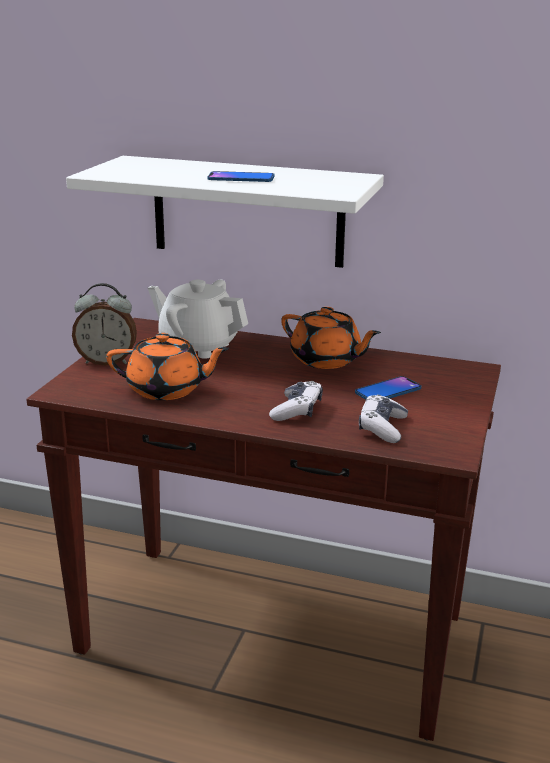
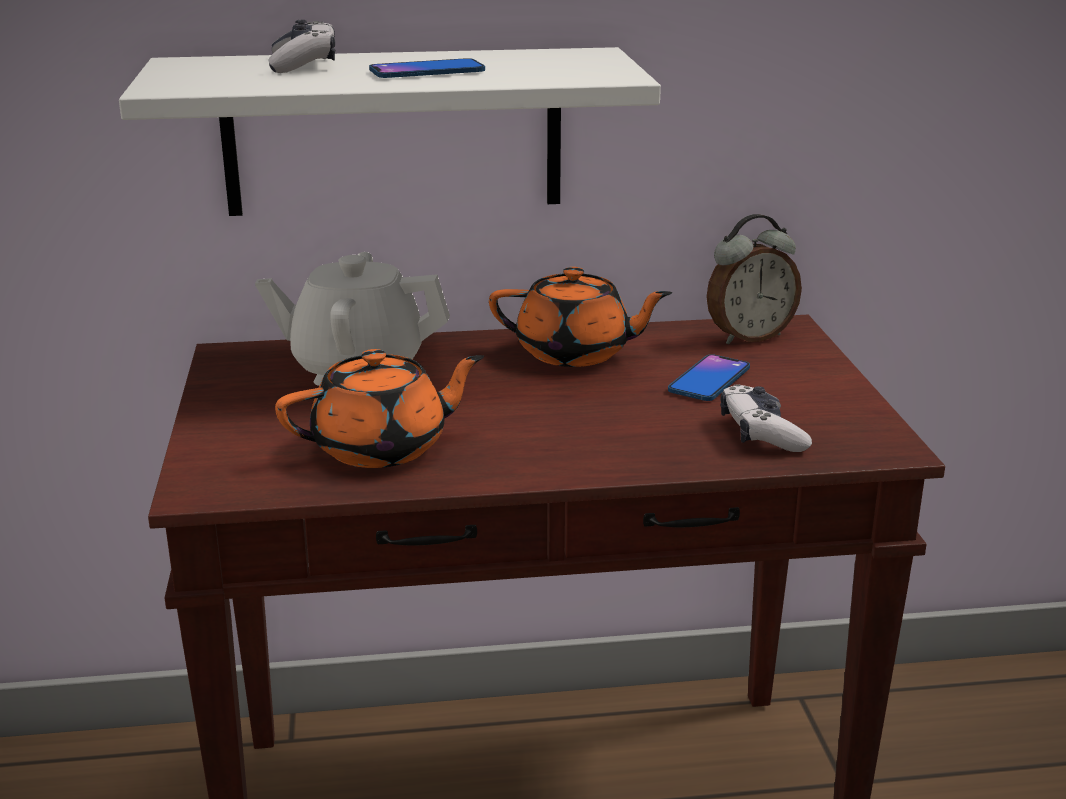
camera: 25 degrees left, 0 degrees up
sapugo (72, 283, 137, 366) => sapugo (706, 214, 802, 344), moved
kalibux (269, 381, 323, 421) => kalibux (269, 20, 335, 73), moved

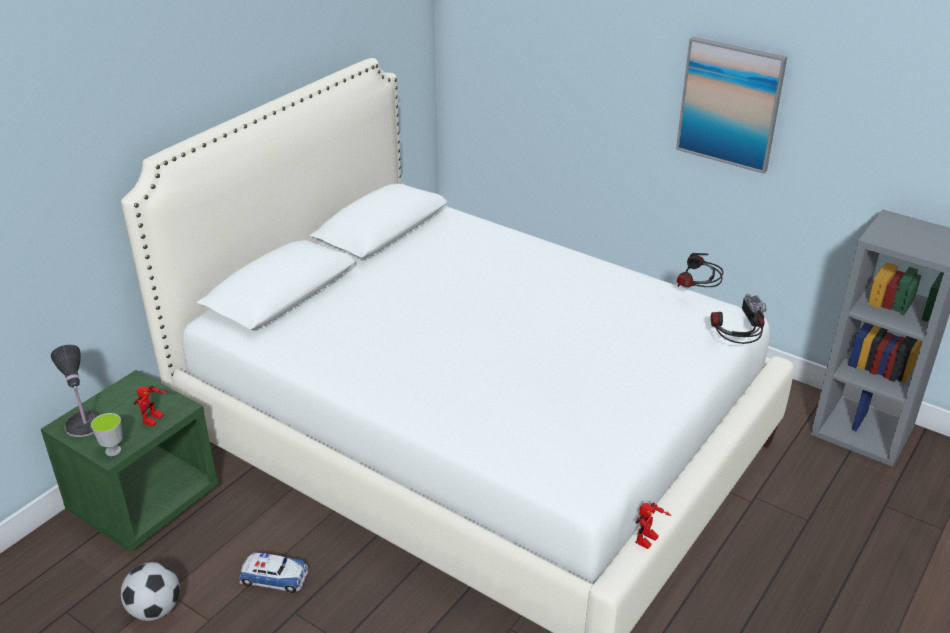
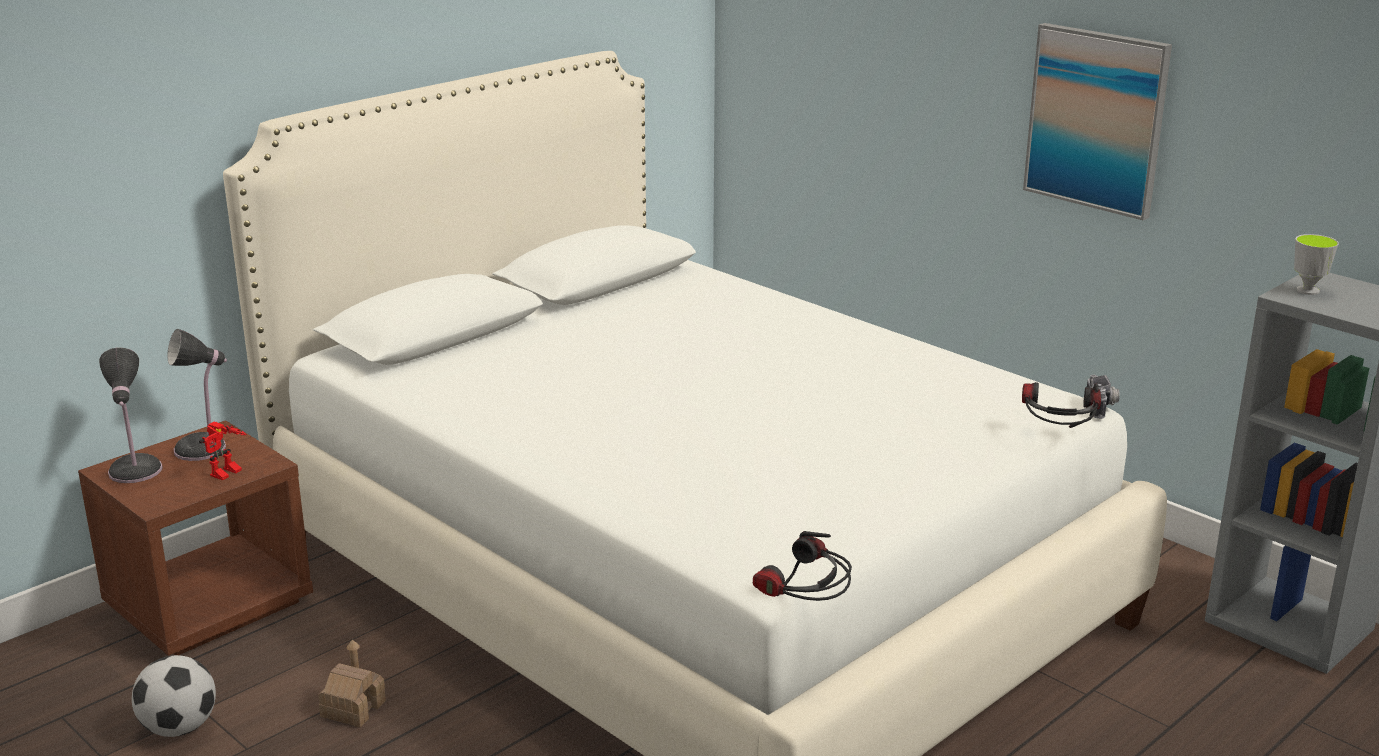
camera: 10 degrees right, 10 degrees down
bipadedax (635, 502, 671, 549) => nothing
nothing => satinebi (167, 329, 227, 461)
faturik (91, 413, 122, 456) => faturik (1294, 234, 1339, 295), moved
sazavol (677, 253, 723, 287) => sazavol (753, 531, 852, 601), moved
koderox (239, 552, 308, 593) => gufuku (318, 640, 386, 728)
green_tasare (41, 370, 219, 552) => brown_tasare (78, 420, 313, 656)

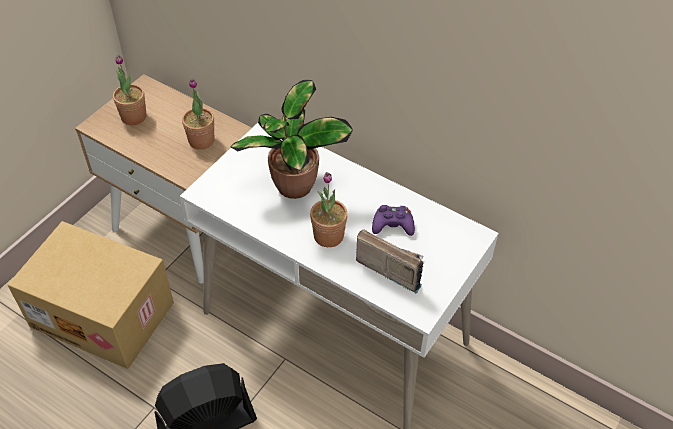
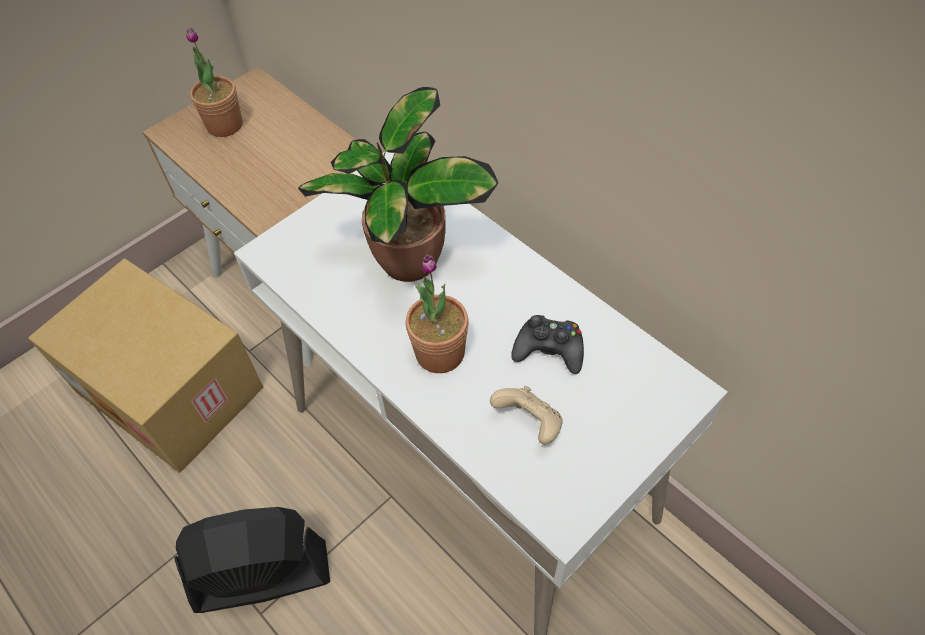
camera: 15 degrees right, 5 degrees up
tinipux (182, 79, 215, 150) => nothing
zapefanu (356, 229, 424, 293) => beige_kalibux (490, 386, 563, 444)
purple_kalibux (372, 205, 415, 236) => black_kalibux (511, 315, 584, 374)

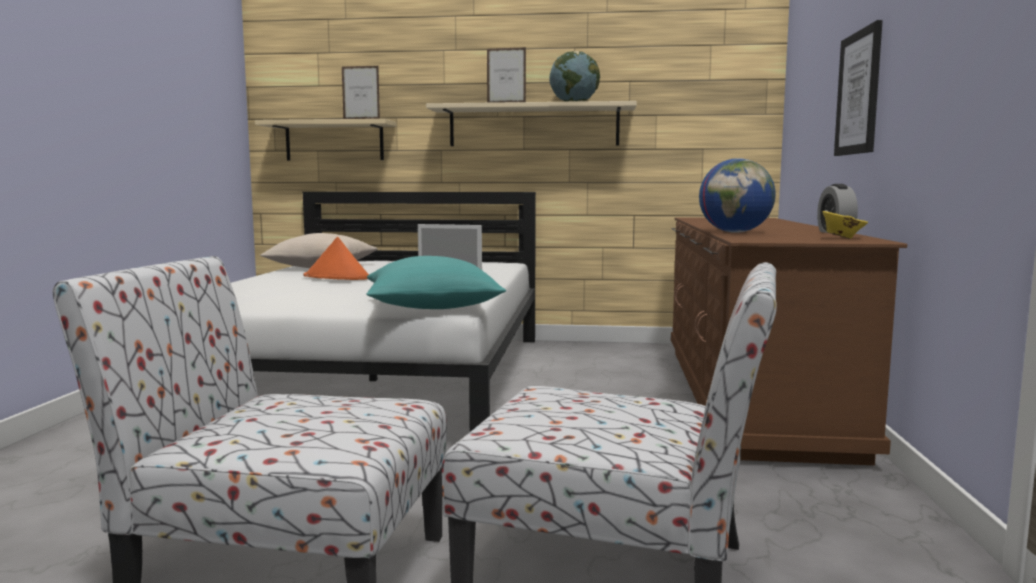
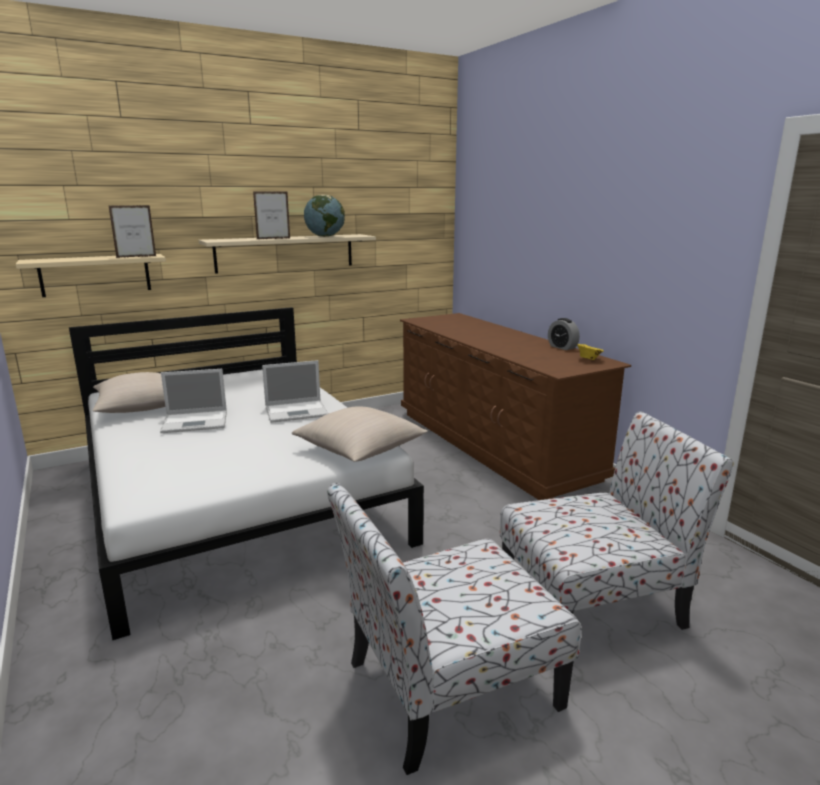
camera: 35 degrees left, 10 degrees up
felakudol (699, 158, 775, 233) => nothing
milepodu (834, 20, 883, 156) => nothing
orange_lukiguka (304, 237, 369, 280) => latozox (160, 369, 227, 433)
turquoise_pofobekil (366, 256, 506, 309) => beige_pofobekil (292, 406, 428, 462)

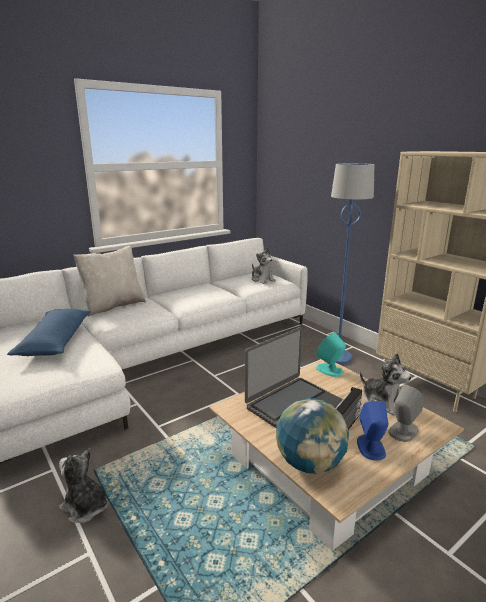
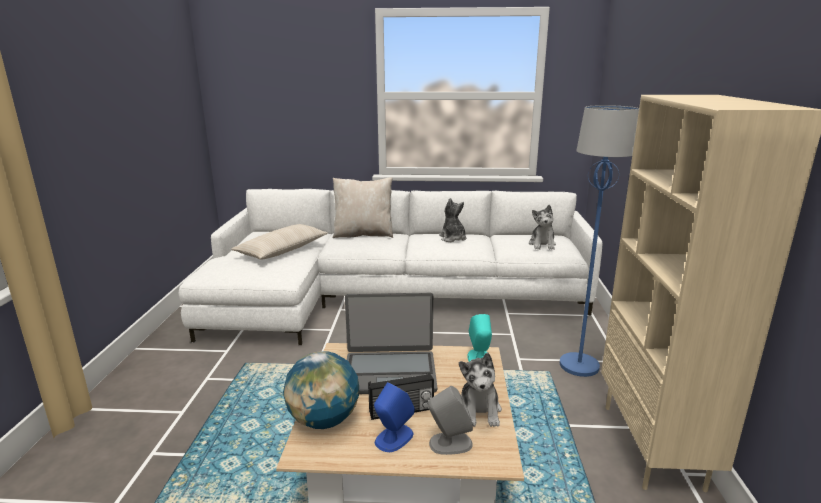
camera: 40 degrees right, 0 degrees up
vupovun (59, 448, 108, 523) => vupovun (439, 198, 466, 242), moved
blue_pofobekil (7, 309, 91, 356) => beige_pofobekil (231, 224, 328, 260)

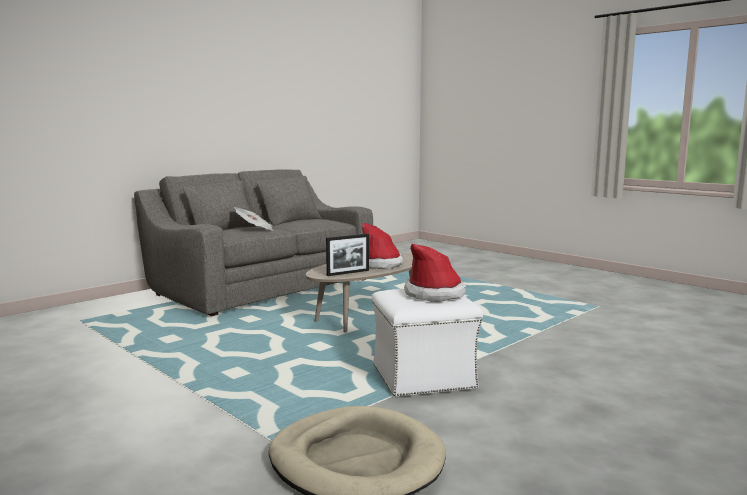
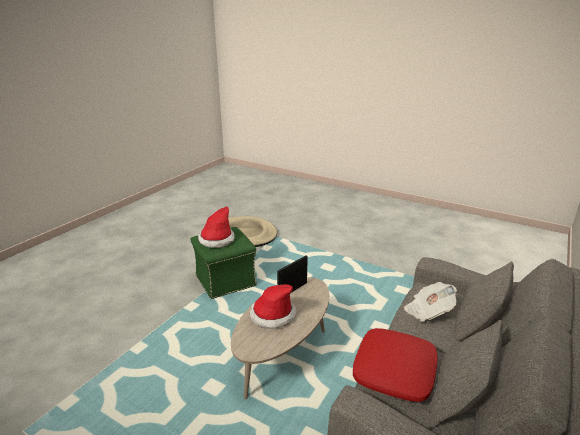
camera: 165 degrees right, 15 degrees up
nothing => red_pofobekil (353, 328, 438, 402)
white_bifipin (372, 289, 483, 397) => green_bifipin (191, 227, 257, 299)

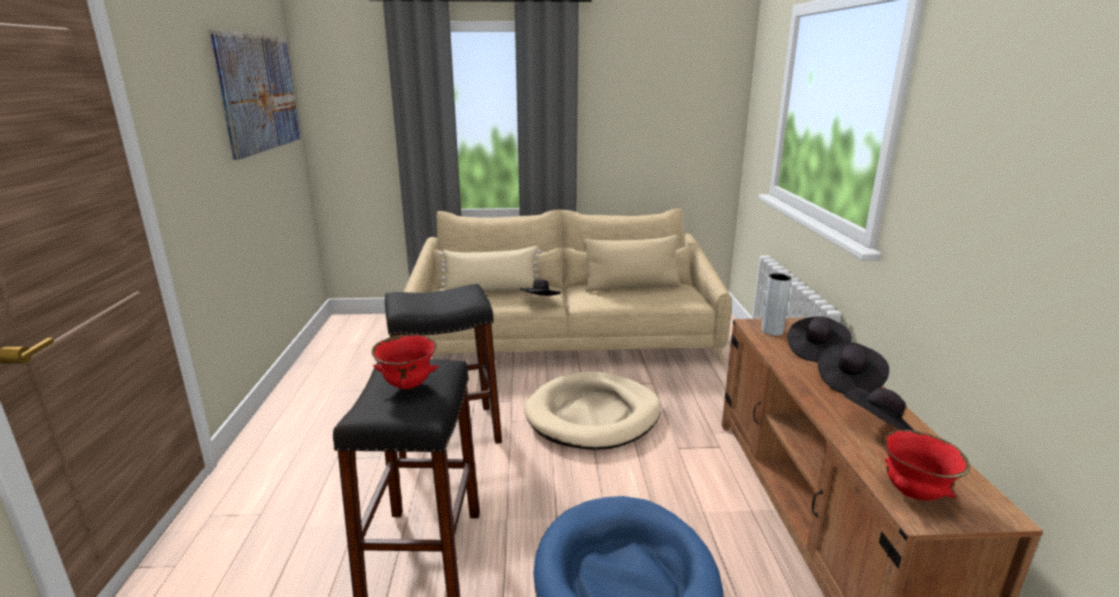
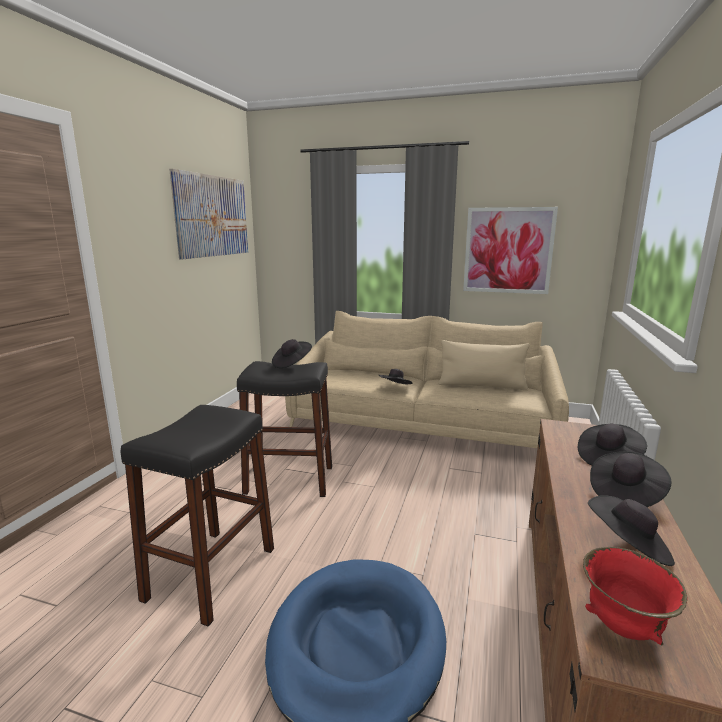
camera: 20 degrees right, 5 degrees down
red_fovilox (372, 334, 438, 389) => nothing
beige_pofobekil (440, 246, 541, 291) => nothing
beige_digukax (524, 371, 661, 450) => nothing
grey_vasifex (761, 273, 792, 336) => nothing
nothing => black_lukiguka (272, 339, 312, 368)
nothing => milepodu (463, 207, 558, 294)

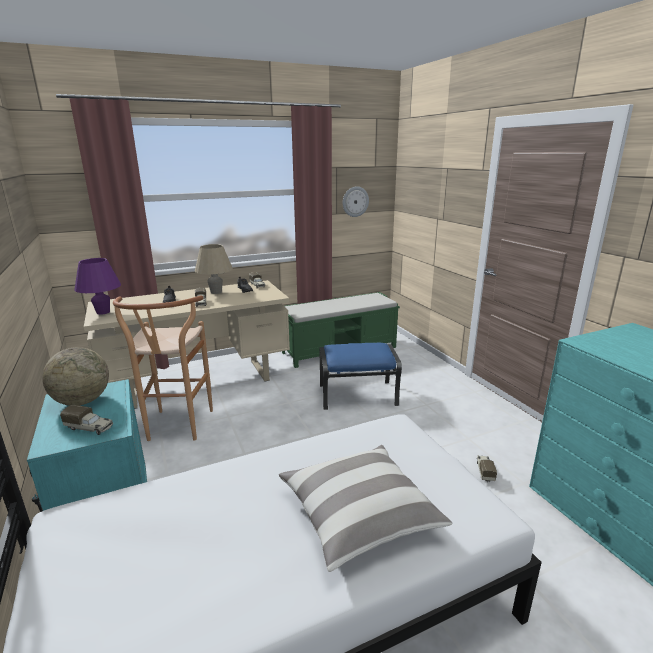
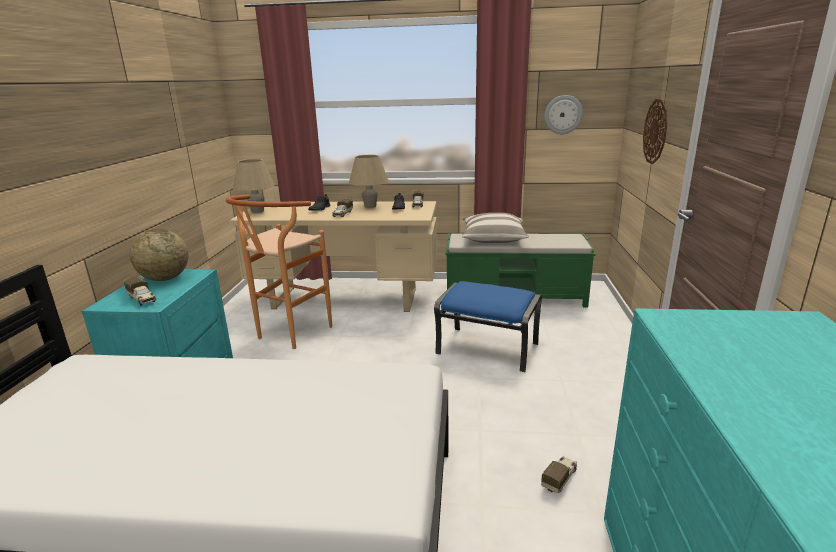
camera: 30 degrees right, 0 degrees up
nothing => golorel (643, 99, 667, 164)
pofobekil (279, 445, 452, 572) => pofobekil (462, 213, 529, 243), moved
purple_satinebi (74, 258, 121, 315) => beige_satinebi (233, 159, 275, 213)

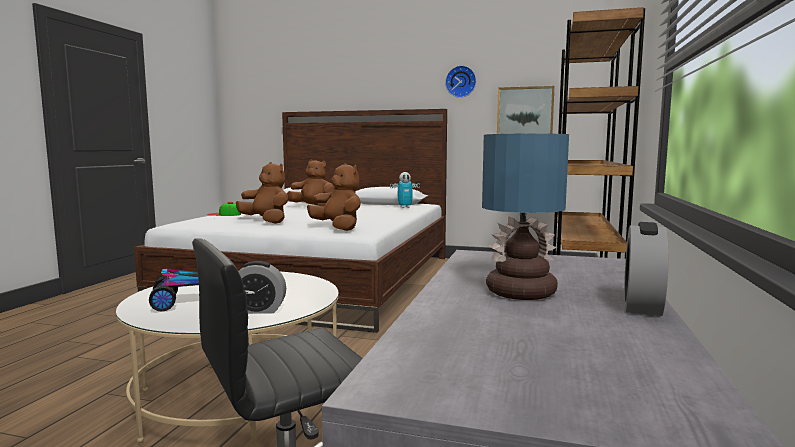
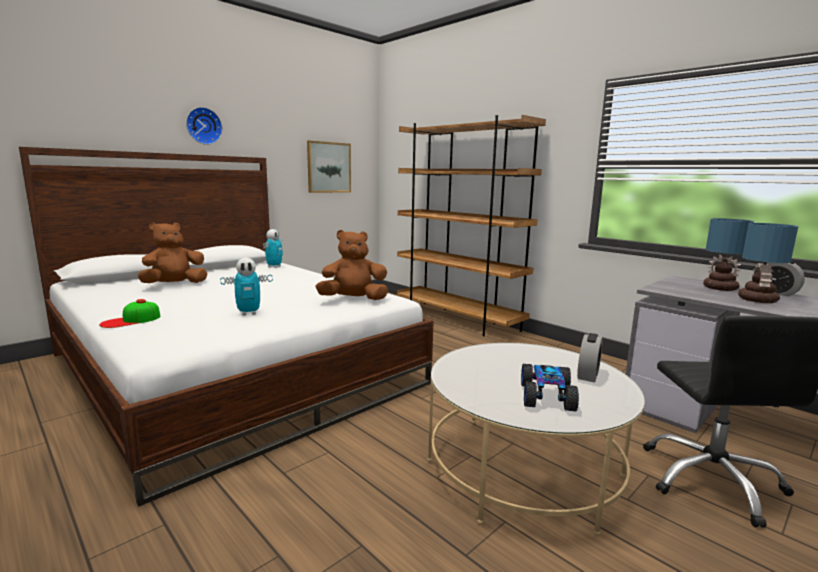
camera: 60 degrees left, 5 degrees up
nothing => satinebi (703, 218, 754, 291)
golorel (445, 65, 476, 98) => golorel (186, 107, 223, 145), moved
brown_vupovun (236, 162, 288, 224) => bipadedax (220, 258, 273, 315)

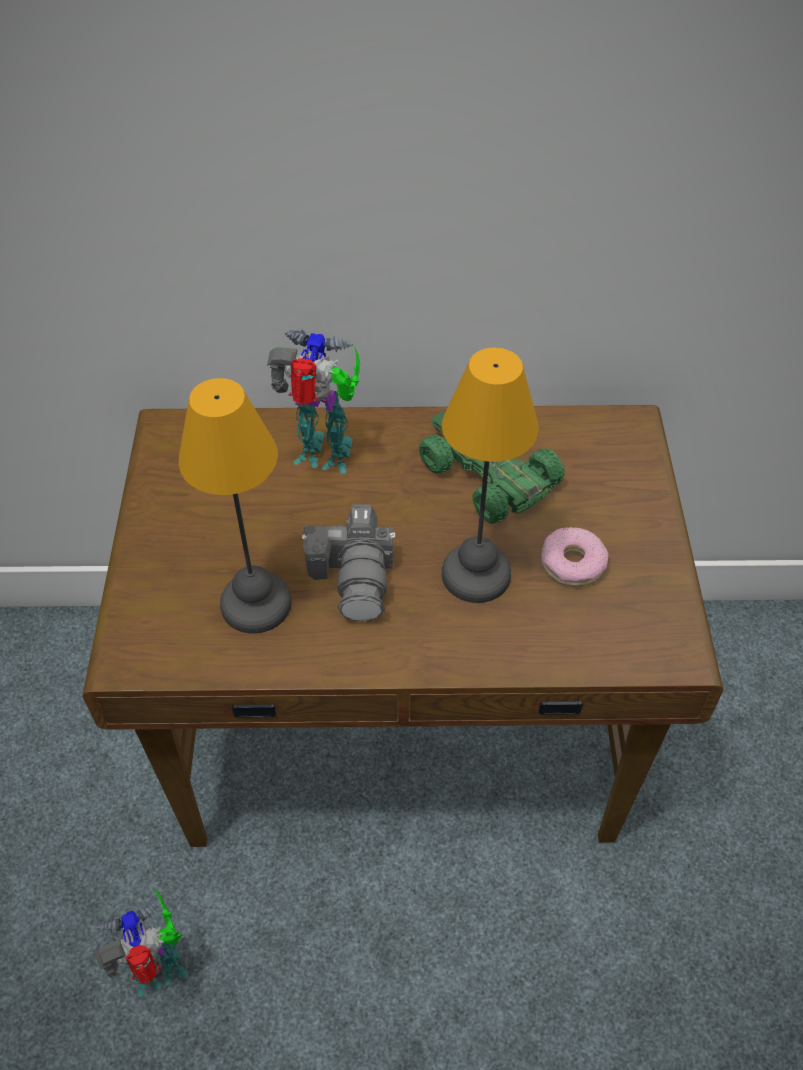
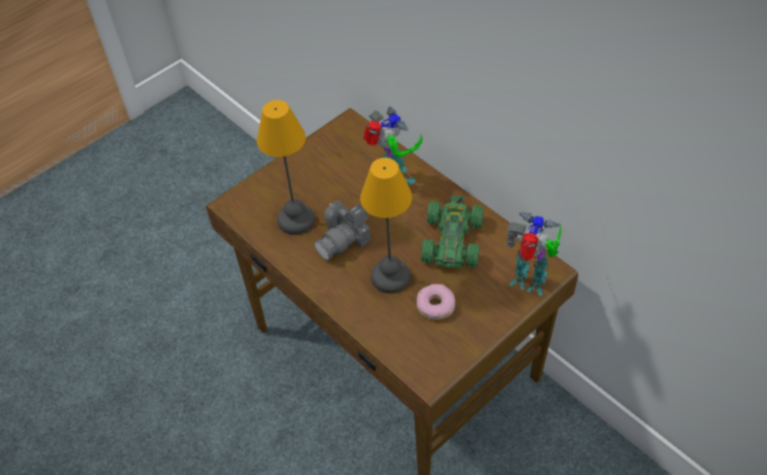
camera: 50 degrees right, 0 degrees up
bipadedax (95, 889, 188, 997) => bipadedax (506, 212, 561, 296), moved

